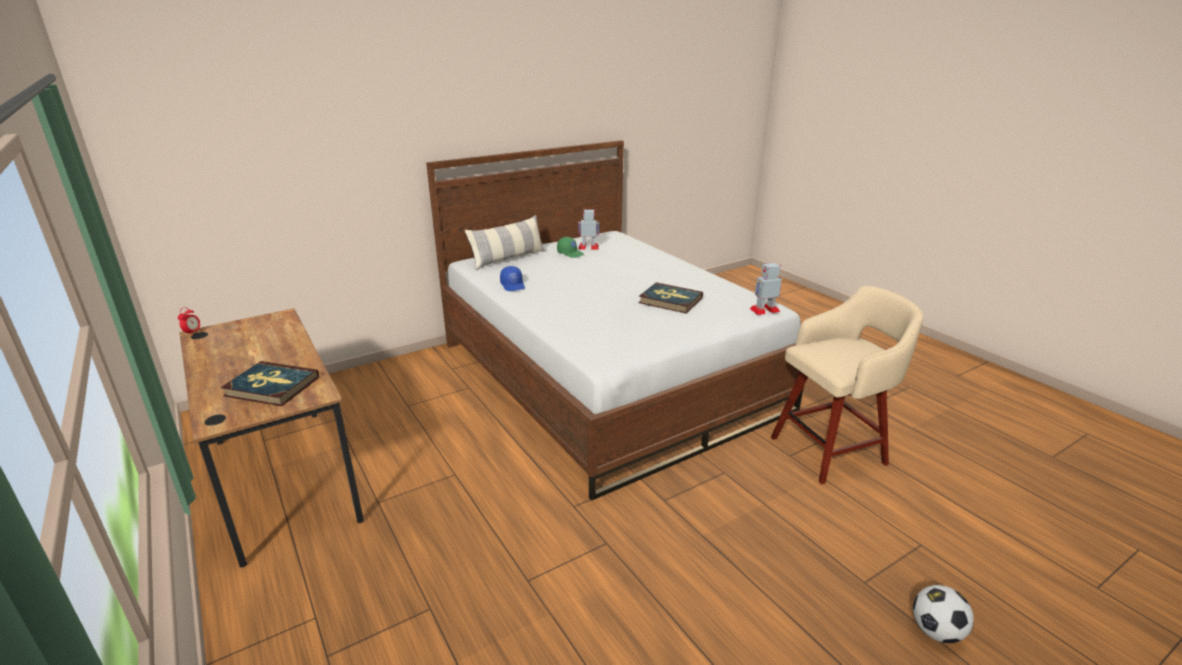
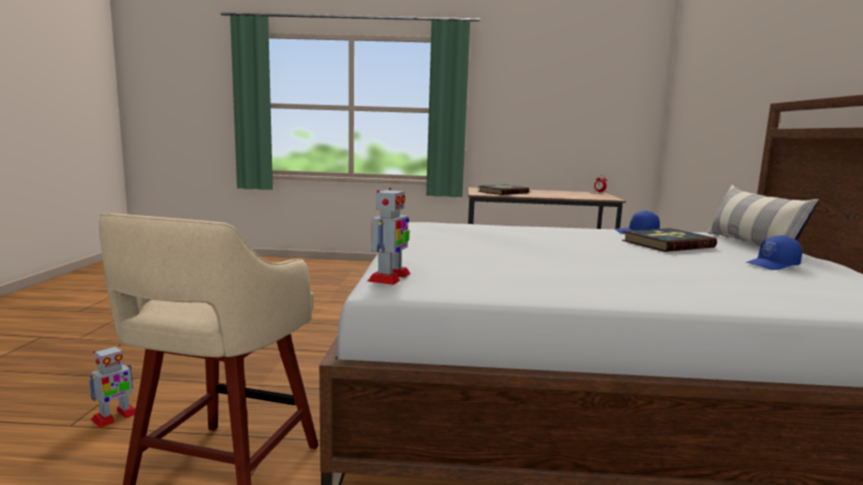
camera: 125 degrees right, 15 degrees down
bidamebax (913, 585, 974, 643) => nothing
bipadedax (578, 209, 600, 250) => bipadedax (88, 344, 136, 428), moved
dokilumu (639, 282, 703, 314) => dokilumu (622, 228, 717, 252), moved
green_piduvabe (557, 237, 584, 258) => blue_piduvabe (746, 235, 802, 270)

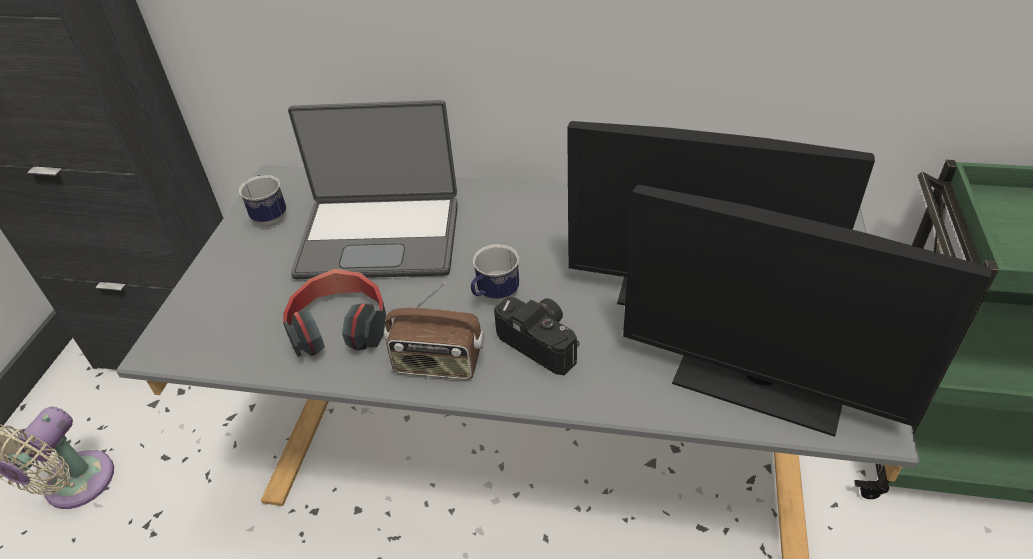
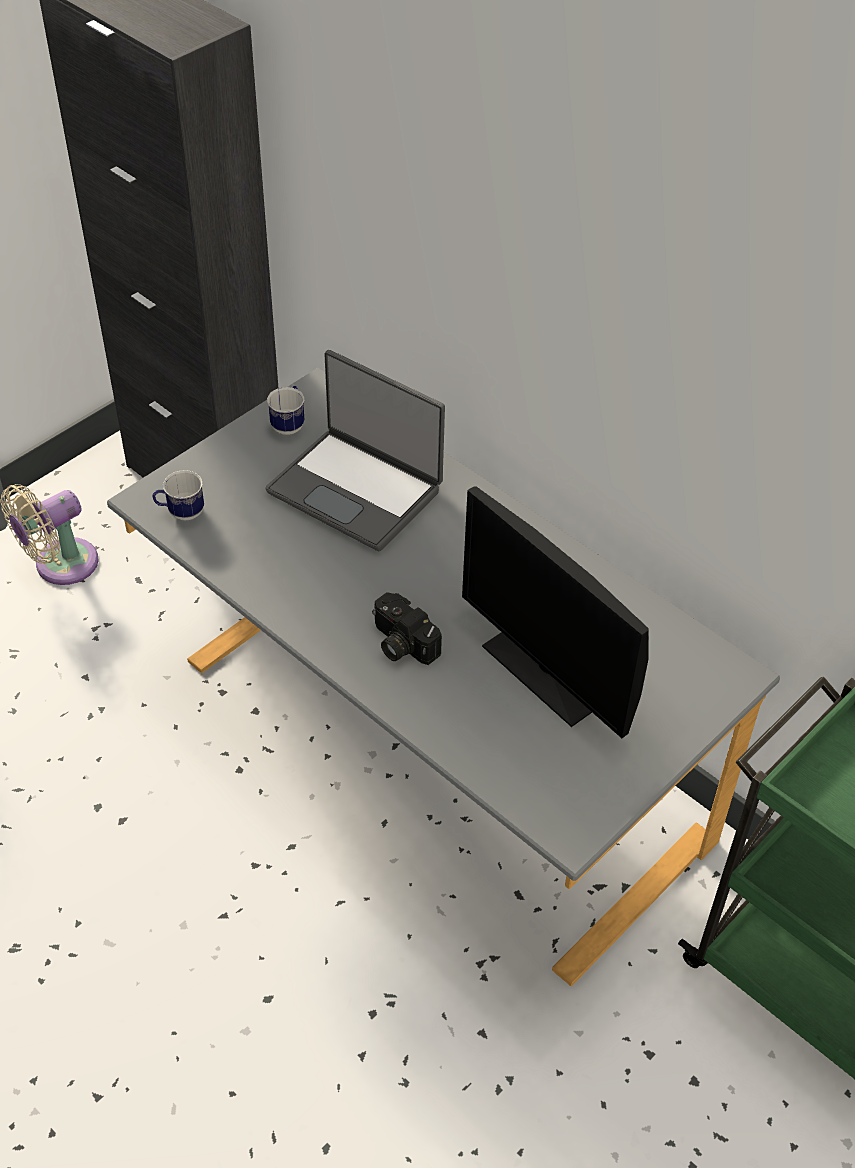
camera: 30 degrees right, 5 degrees up
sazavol (283, 269, 386, 357) => nothing
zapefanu (384, 282, 485, 379) => nothing
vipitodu (623, 185, 992, 437) => nothing
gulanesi (471, 244, 519, 302) => gulanesi (152, 470, 204, 521), moved
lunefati (494, 296, 580, 376) => lunefati (372, 592, 442, 665), 150 degrees clockwise

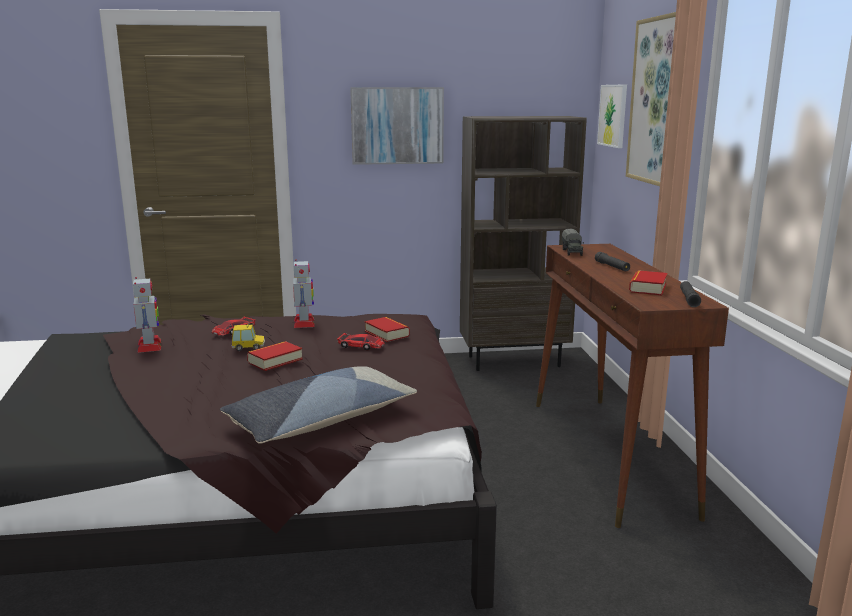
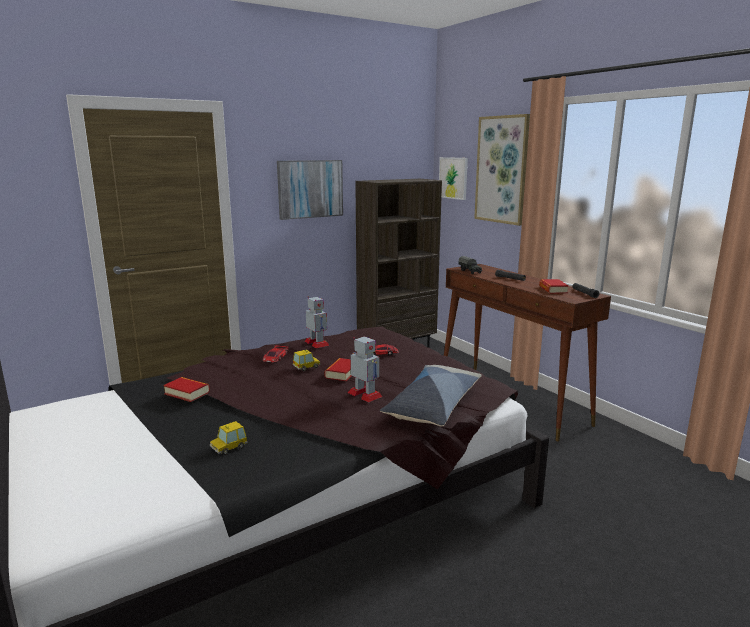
camera: 25 degrees left, 0 degrees up
nothing => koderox (210, 421, 248, 455)
bipadedax (133, 277, 161, 353) => bipadedax (348, 336, 382, 402), moved
dokilumu (365, 317, 410, 342) => dokilumu (163, 377, 210, 402), moved

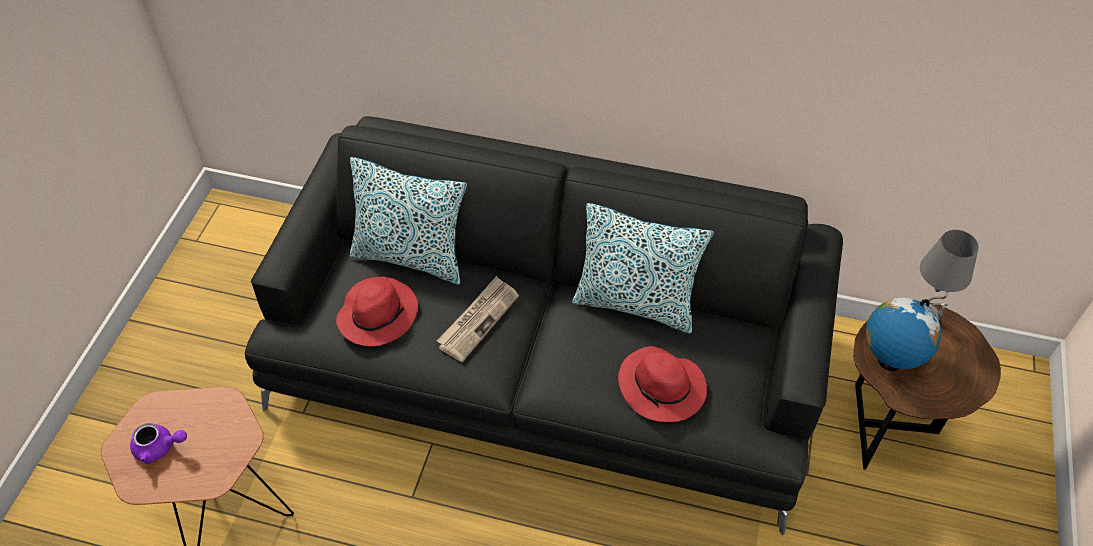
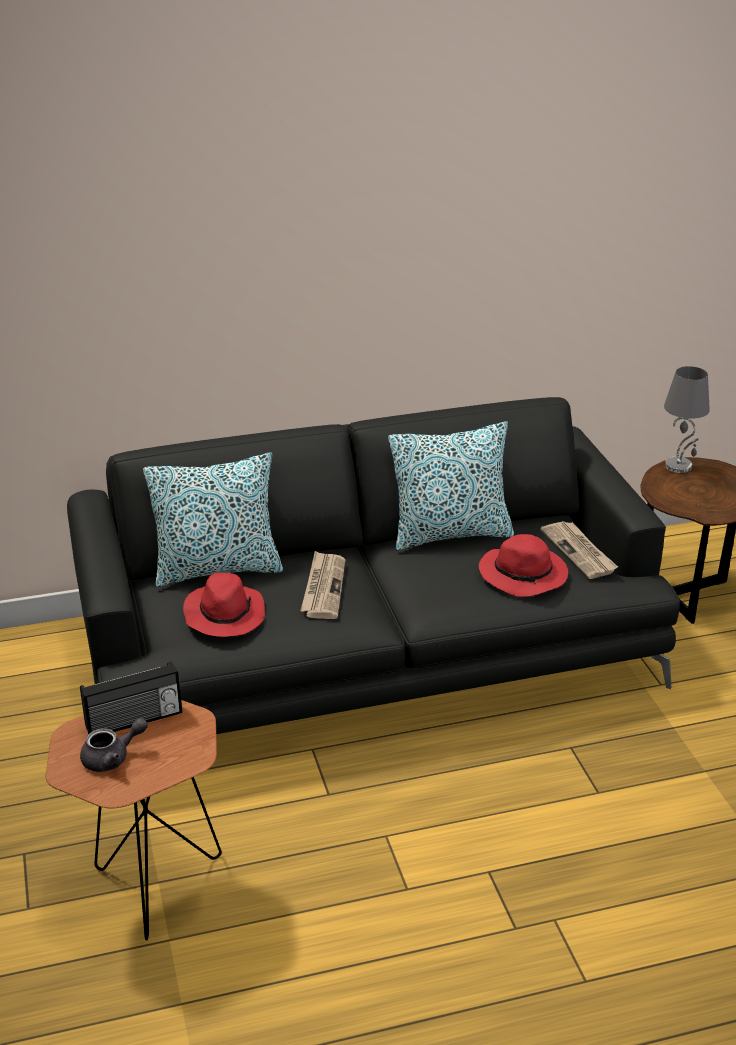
camera: 30 degrees left, 20 degrees down
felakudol (866, 298, 941, 371) => nothing
nothing => zapefanu (80, 661, 182, 734)
nothing => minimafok (540, 521, 618, 579)
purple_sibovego (130, 423, 187, 464) => grey_sibovego (80, 718, 148, 772)

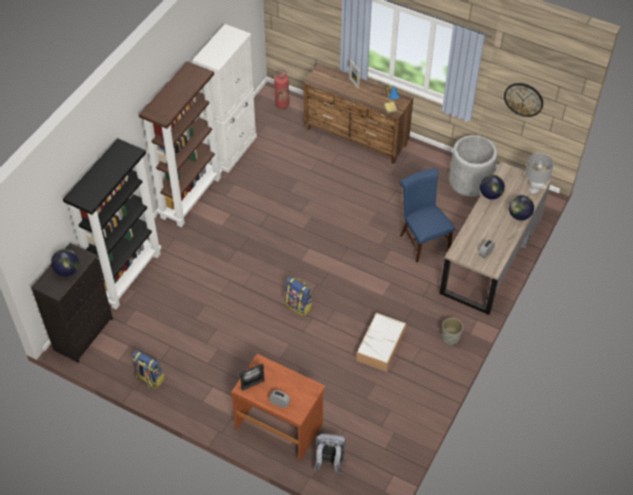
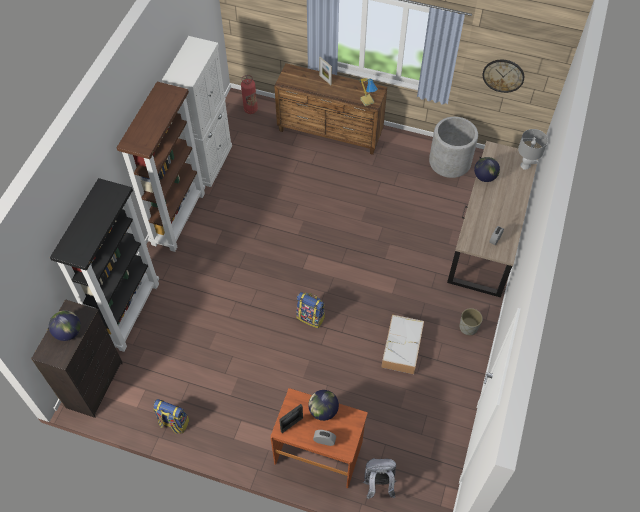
camera: 10 degrees left, 5 degrees up
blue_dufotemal (399, 168, 455, 262) => nothing
felakudol (509, 195, 534, 220) => felakudol (308, 390, 339, 421), moved

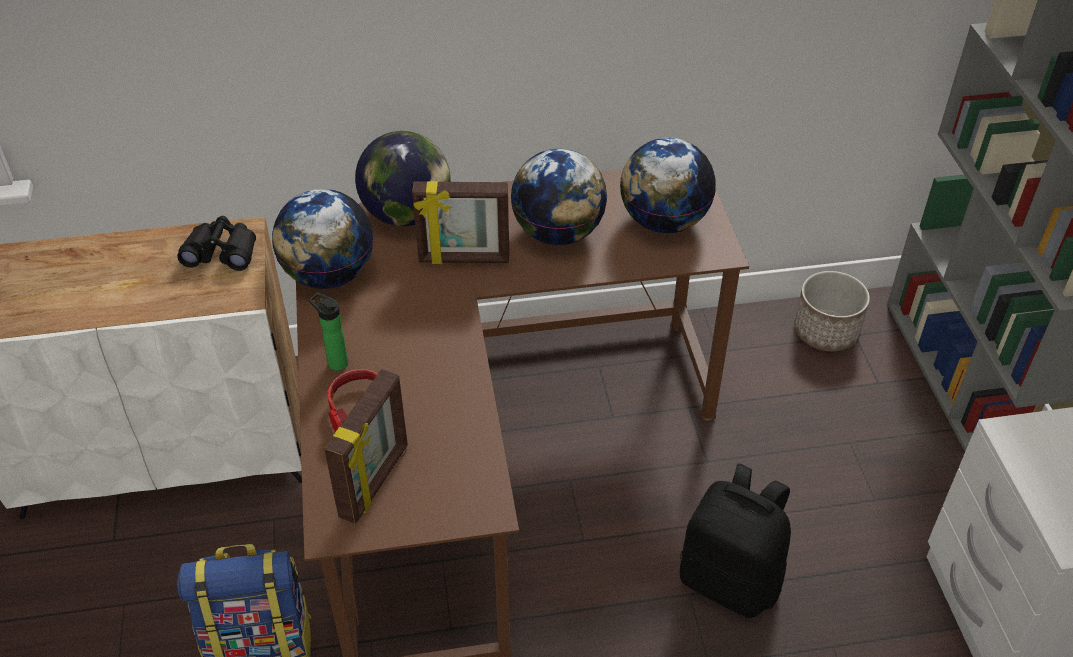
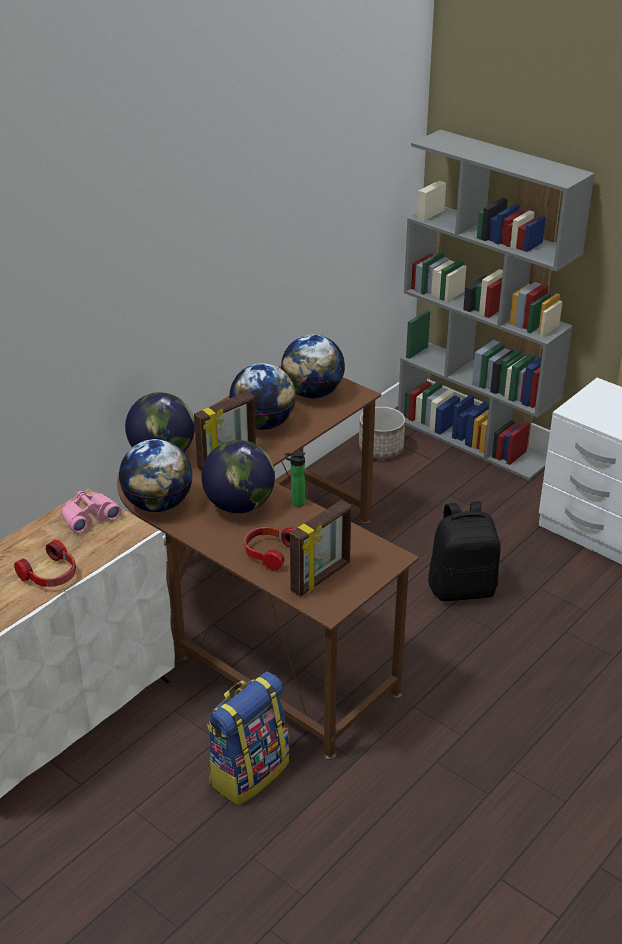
camera: 40 degrees left, 10 degrees down
nothing => sazavol (14, 539, 76, 587)
nothing => felakudol (201, 440, 275, 513)
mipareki (309, 292, 348, 371) => mipareki (285, 452, 305, 507), moved
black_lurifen (177, 216, 256, 271) => pink_lurifen (61, 491, 122, 534)
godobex (324, 369, 408, 524) => godobex (290, 500, 351, 597), 60 degrees clockwise

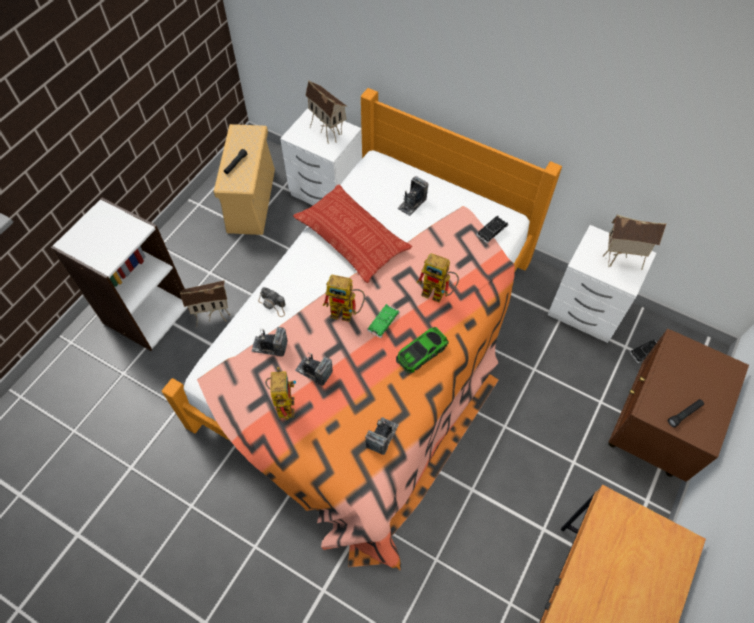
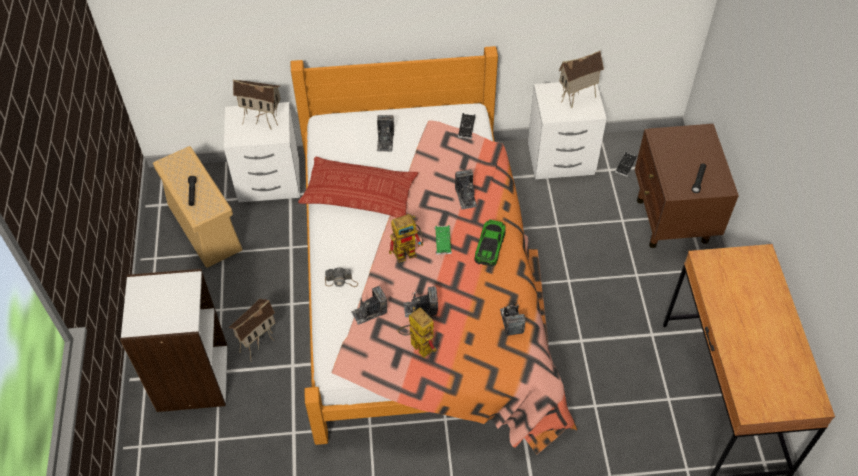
camera: 35 degrees left, 5 degrees down
bipadedax (416, 253, 459, 303) => lunefati (455, 169, 477, 210)

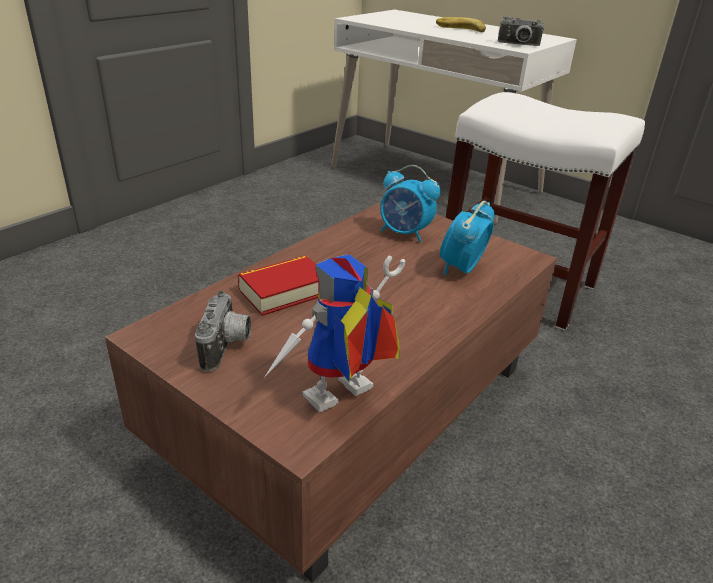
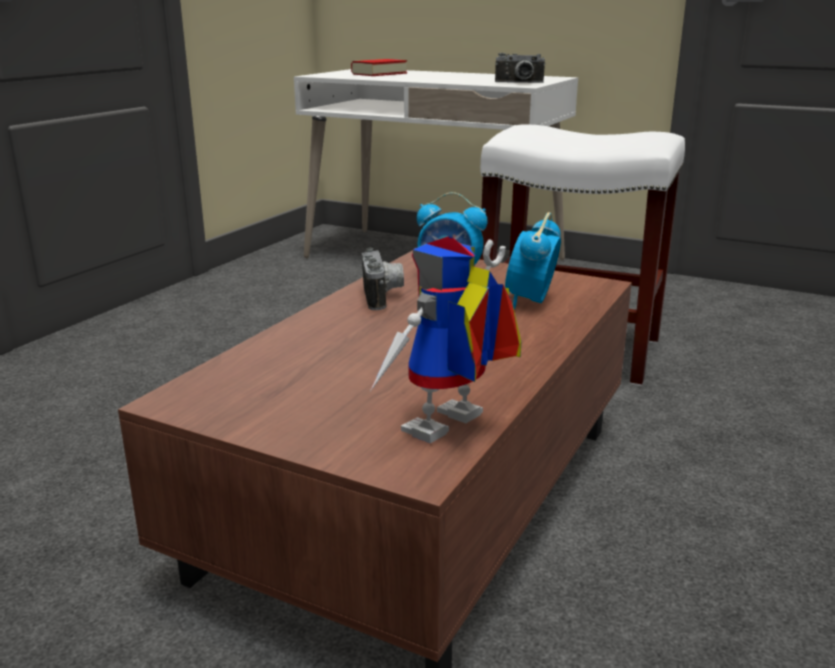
camera: 10 degrees left, 10 degrees down
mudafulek (436, 17, 486, 32) => nothing
lunefati (195, 291, 251, 372) => lunefati (362, 248, 404, 310), moved
dokilumu (238, 255, 319, 316) => dokilumu (351, 59, 407, 76), moved

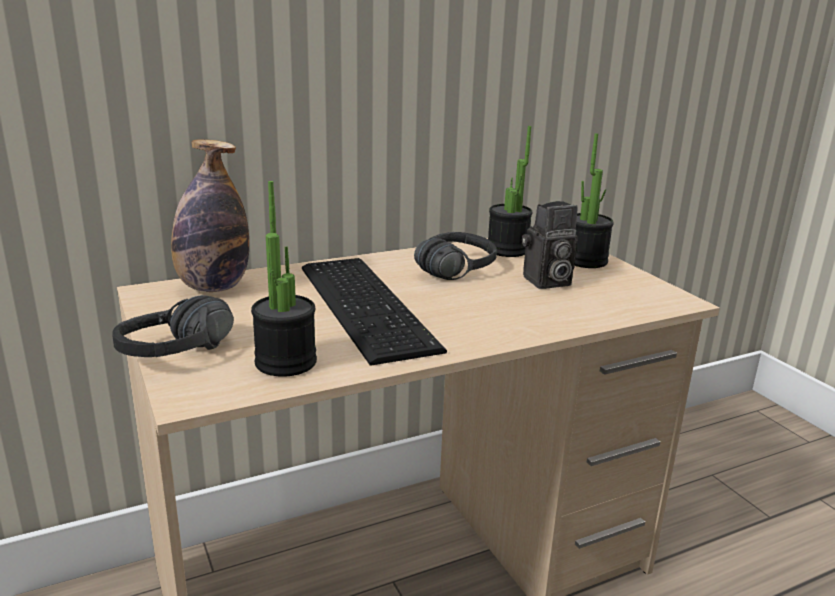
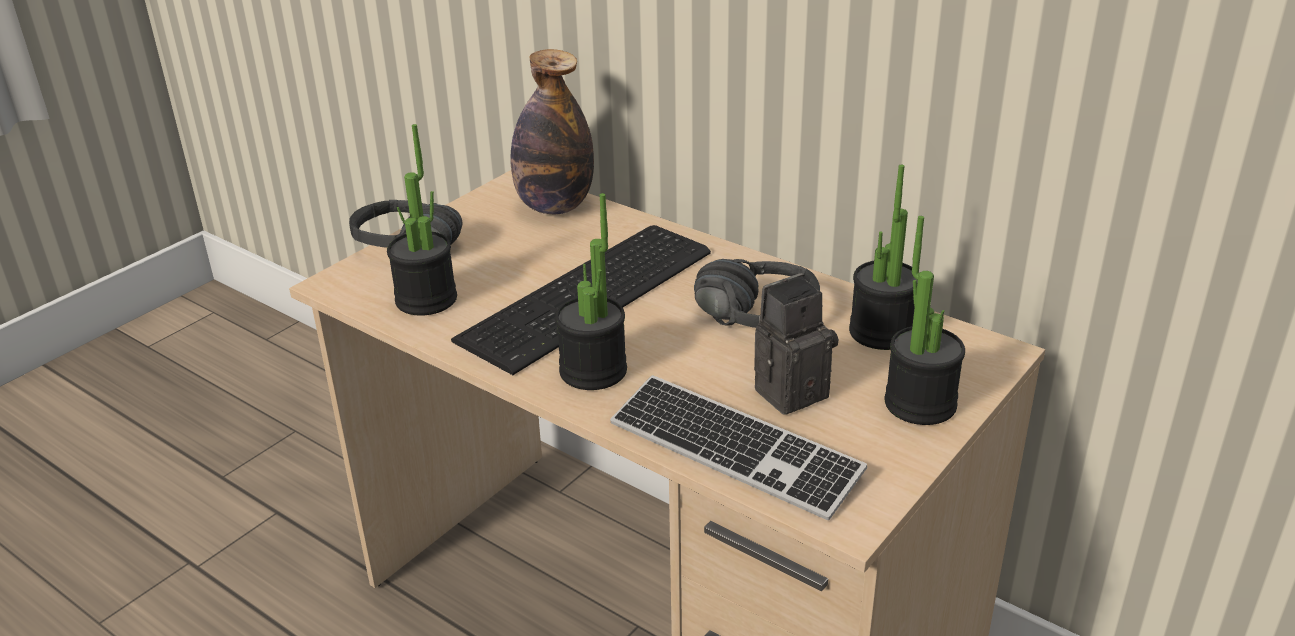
camera: 65 degrees right, 10 degrees up
nothing => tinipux (555, 193, 627, 390)
nothing => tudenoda (610, 375, 867, 520)
lunefati (522, 201, 578, 289) => lunefati (754, 273, 839, 415), 105 degrees clockwise

